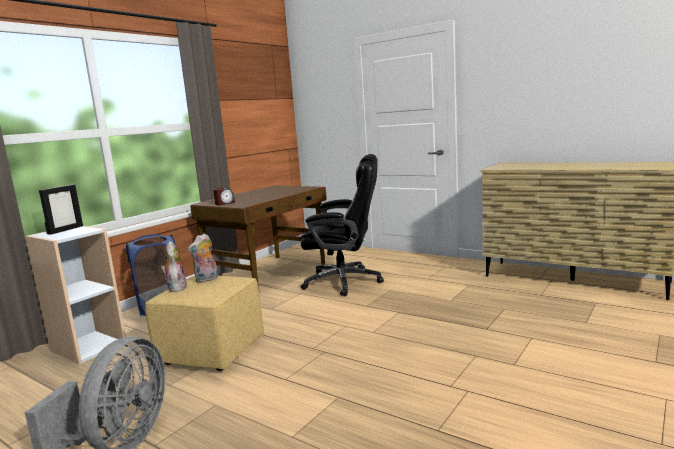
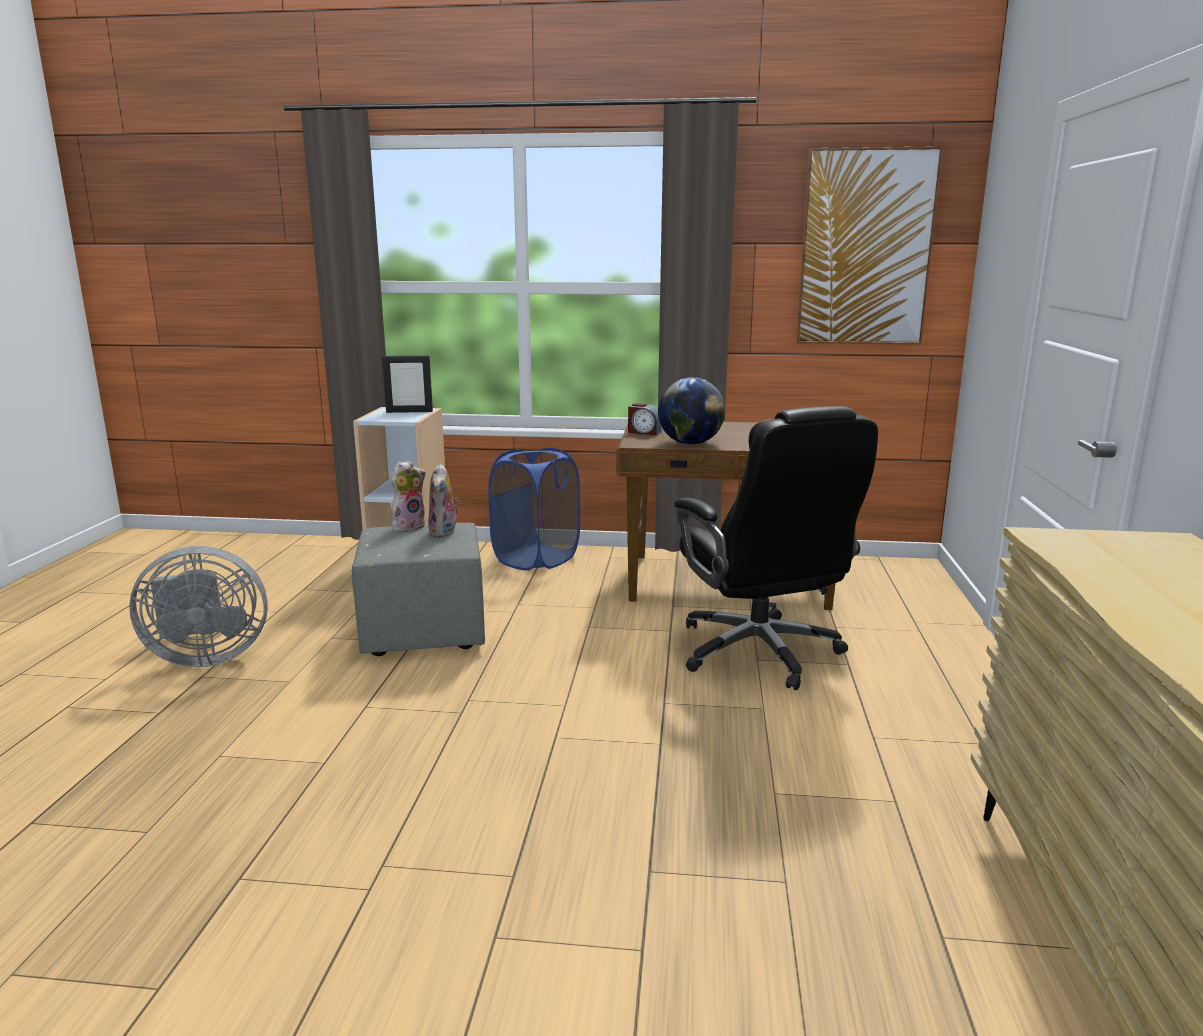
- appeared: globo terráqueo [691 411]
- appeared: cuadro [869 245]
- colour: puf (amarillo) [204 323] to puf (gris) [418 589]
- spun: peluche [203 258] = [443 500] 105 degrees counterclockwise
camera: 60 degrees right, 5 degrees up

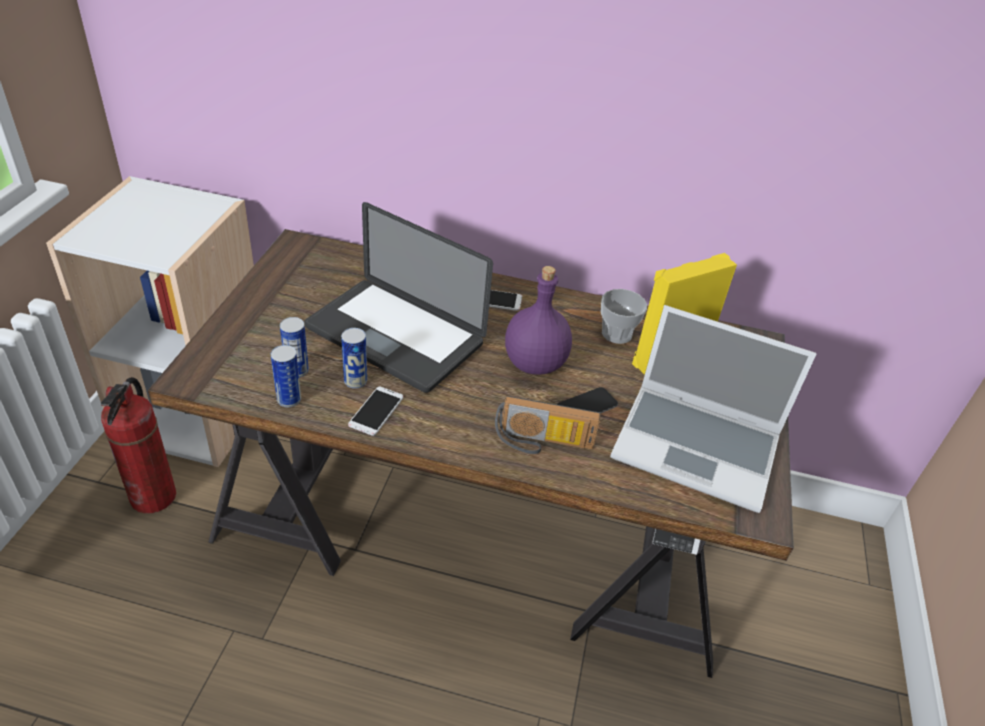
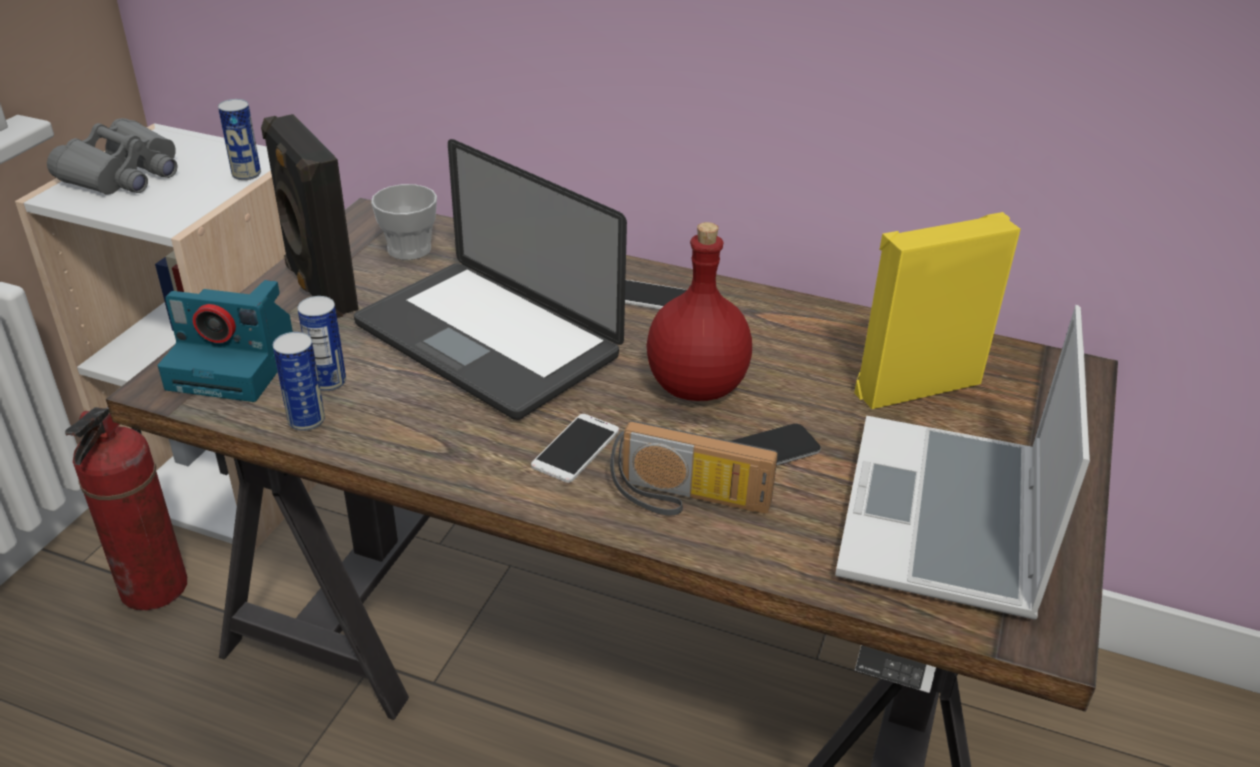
- appeared: prismáticos (gris) [112 156]
- appeared: cámara [225 341]
- appeared: altavoz (negro) [310 216]
- relocated: lata [354 358] to [239 139]
- relocated: móvil [375 411] to [575 448]
- relocated: taza [624 316] to [404 222]
- colour: botella (morado) [538 320] to botella (rojo) [699 311]
- spun: portátil [713 409] = [962 462] 75 degrees clockwise
camera: 10 degrees right, 5 degrees down

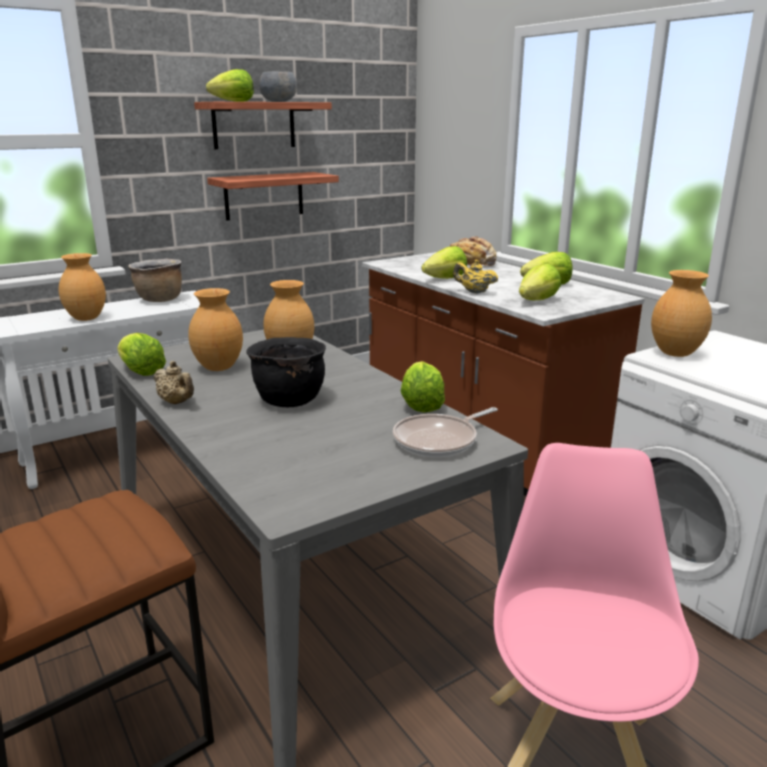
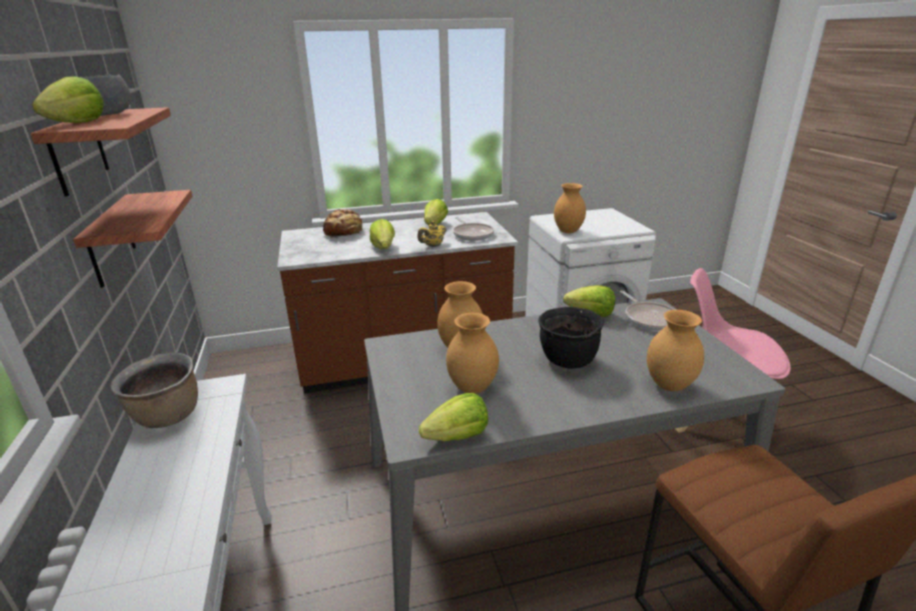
- missing: tetera (beis) [173 382]
- relocated: florero (marrón) [82 287] to [675 350]
- exchanged: lechuga [540 281] to sartén [473 229]
camera: 70 degrees left, 5 degrees up

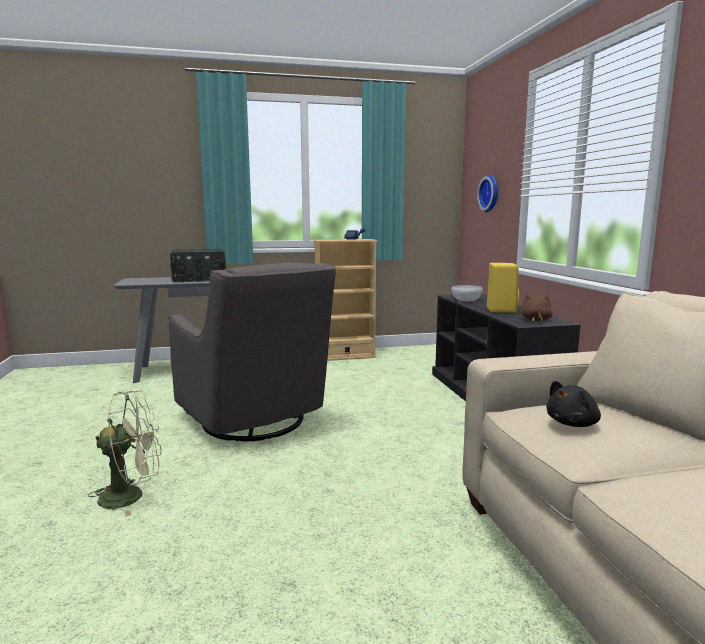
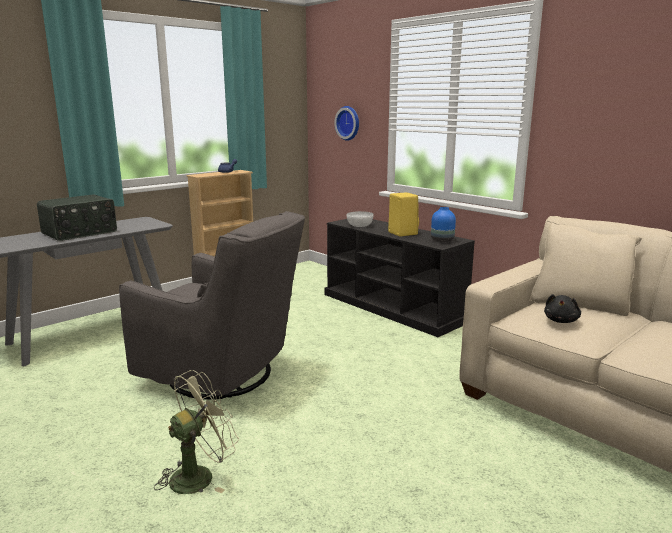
- exchanged: peluche (marrón) [537 308] to florero (azul) [443 224]
camera: 30 degrees left, 5 degrees up

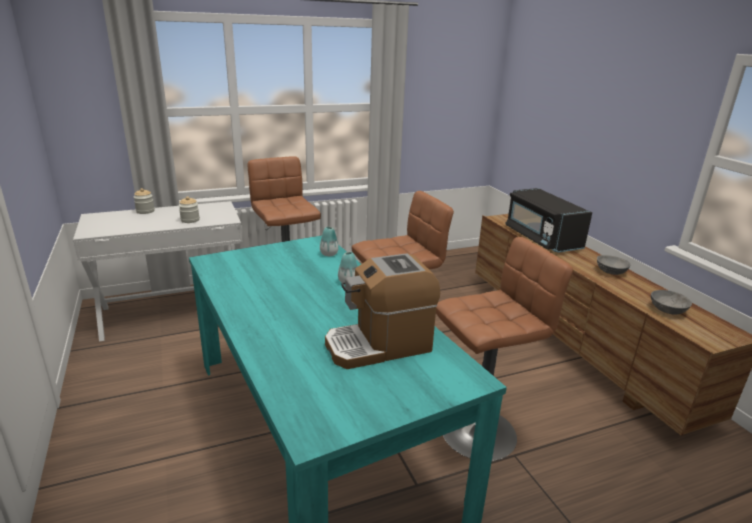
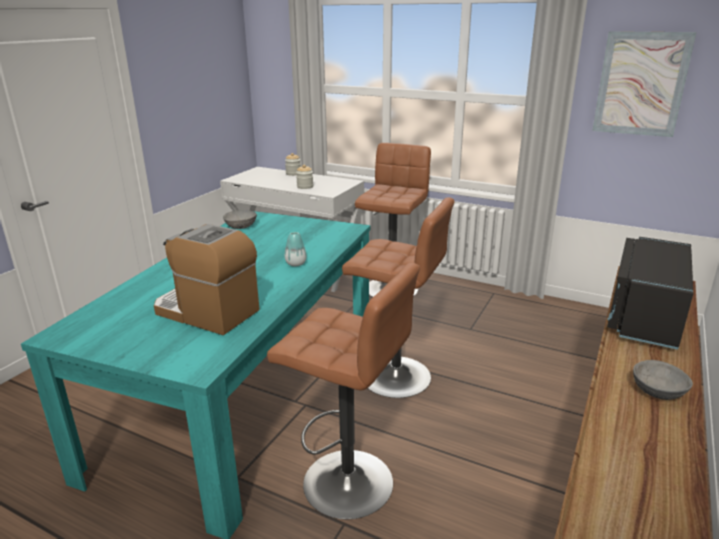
- missing: florero [329 241]
- appeared: cuadro [644 84]
- relocated: cuenco (gris) [671 302] to [240 219]
camera: 50 degrees right, 0 degrees up

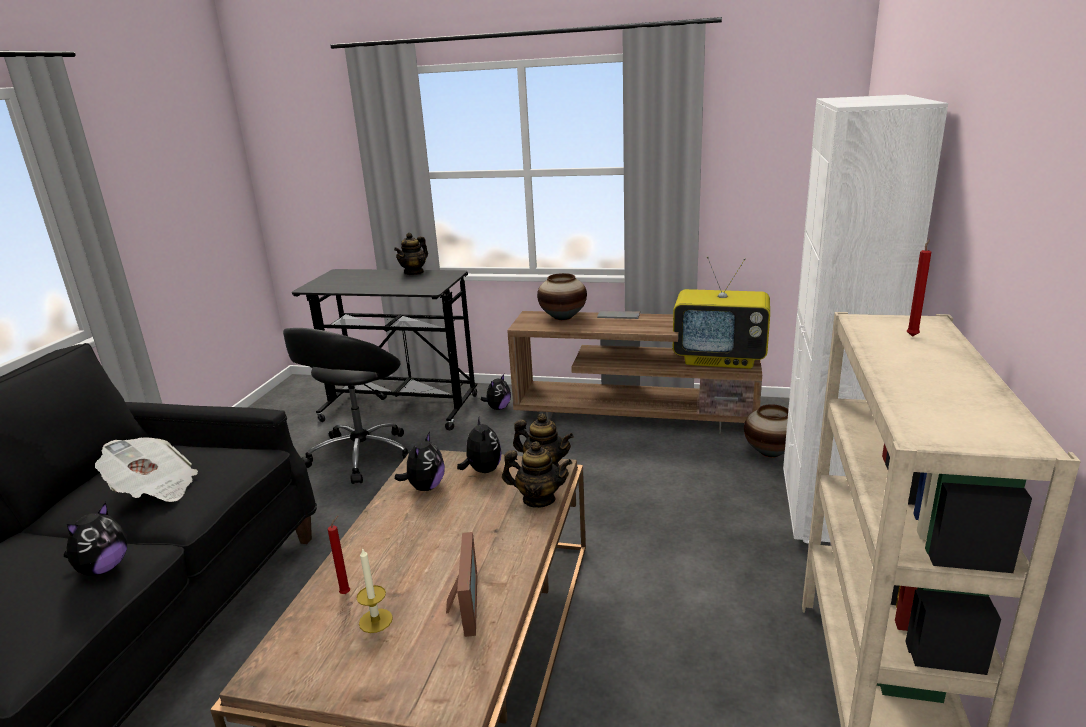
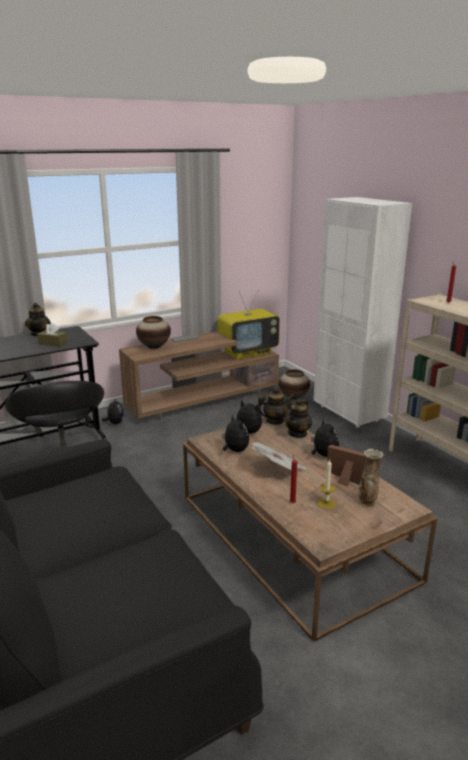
- appeared: caja de pañuelos (marrón) [52 335]
- appeared: florero [371 478]
- relocated: peluche [95 539] to [325 437]
- relocated: periódico [146 469] to [279 456]
- spun: tetera [537 474] = [298 418] 150 degrees clockwise
camera: 45 degrees left, 0 degrees up

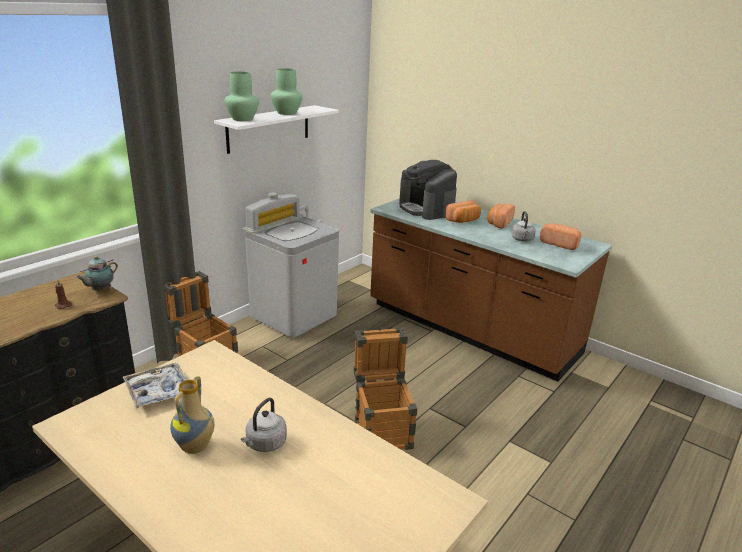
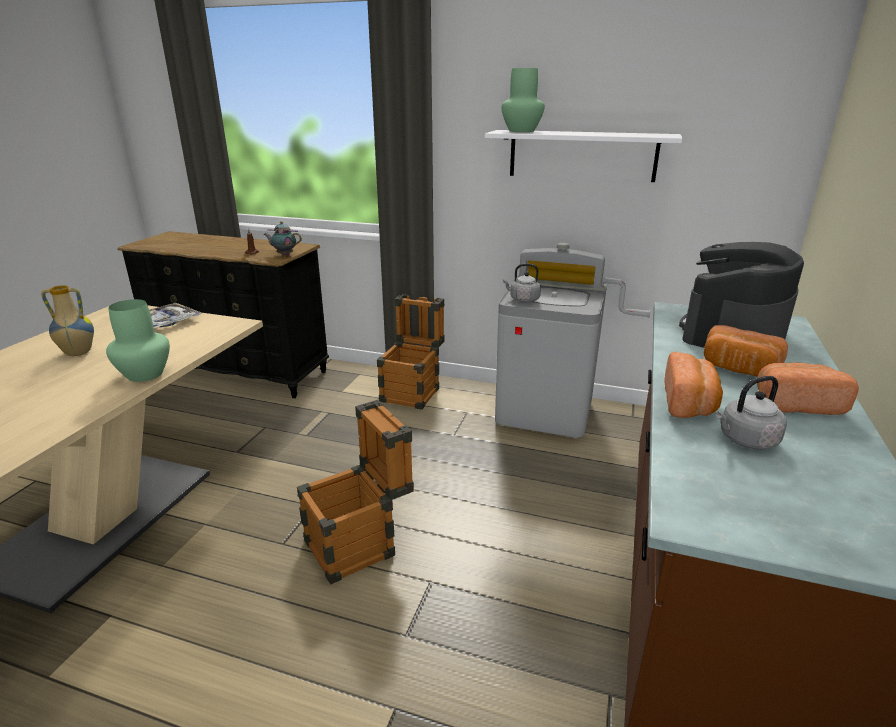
- relocated: hervidor (gris) [264 425] to [522 283]
- relocated: florero (verde) [287 91] to [138 340]
- relocated: pan [560 236] to [694 385]
camera: 70 degrees right, 0 degrees up

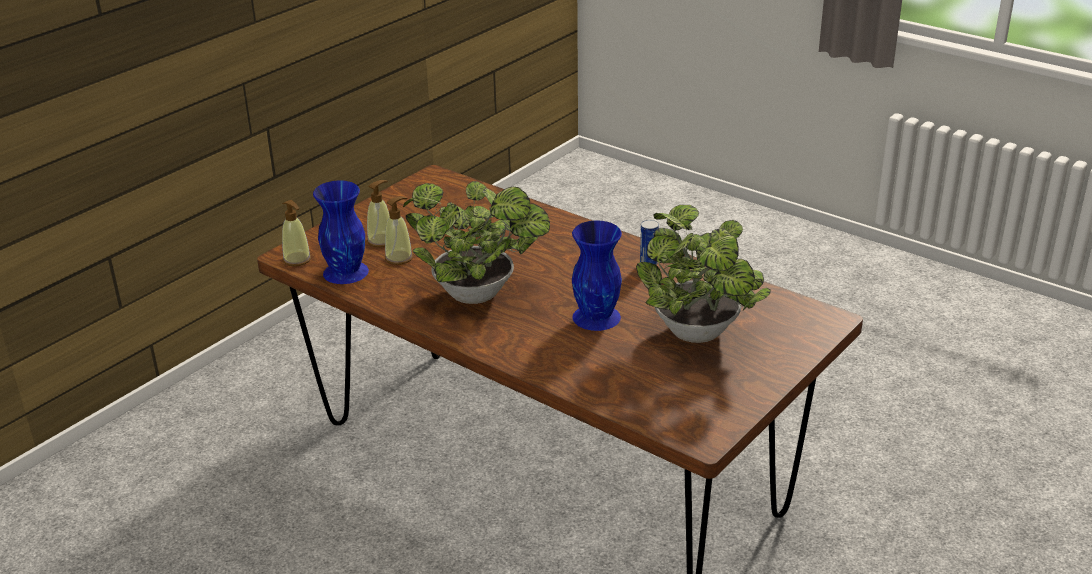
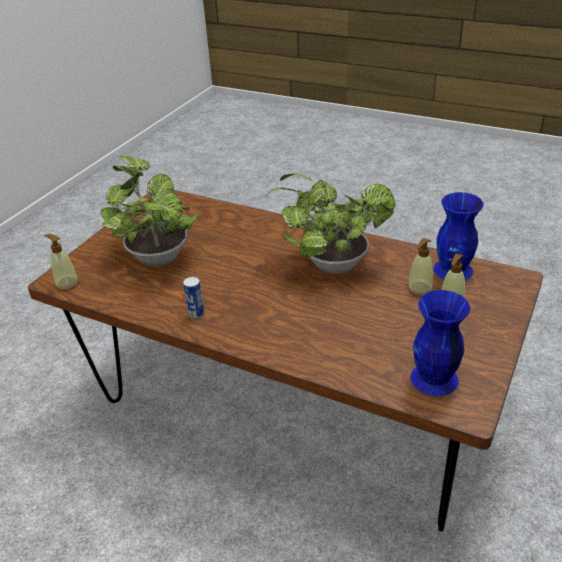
- relocated: dispensador de jabón [296 233] to [61 262]
- relocated: florero (azul) [597 276] to [440 343]
camera: 170 degrees right, 5 degrees up

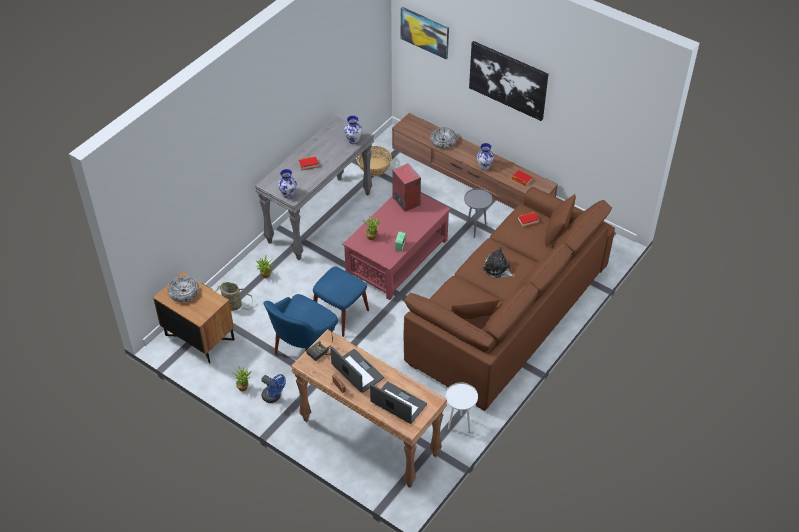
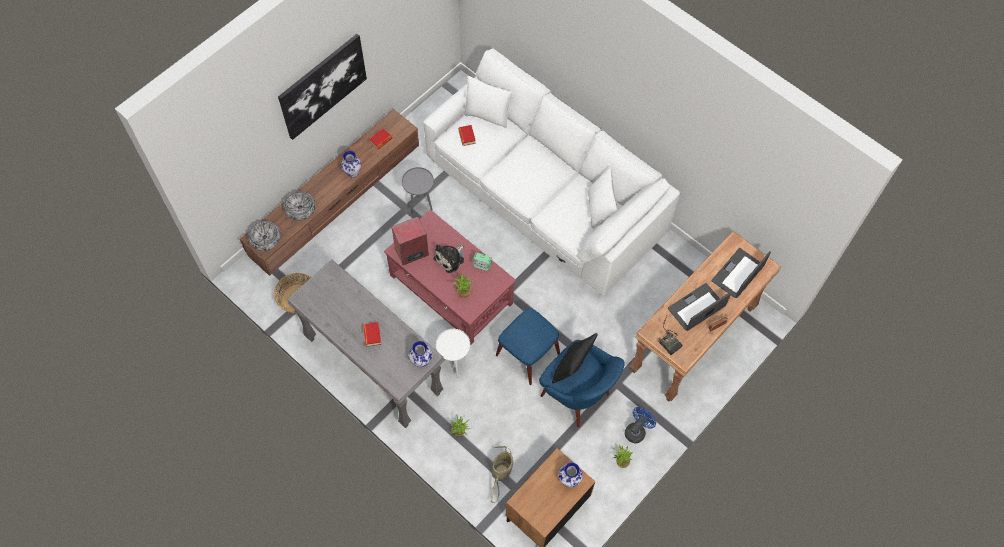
- missing: cuadro [424 33]
- appeared: cojín (negro) [575 358]
- relocated: cuenco [183 289] to [264 236]
- relocated: florero [353 130] to [571 475]
- relocated: mesa auxiliar (blanco) [461 408] to [453 353]
- relocated: peluche [498 262] to [449 258]
- colour: sofá (marrón) [509 299] to sofá (blanco) [551 171]
camera: 85 degrees left, 15 degrees up

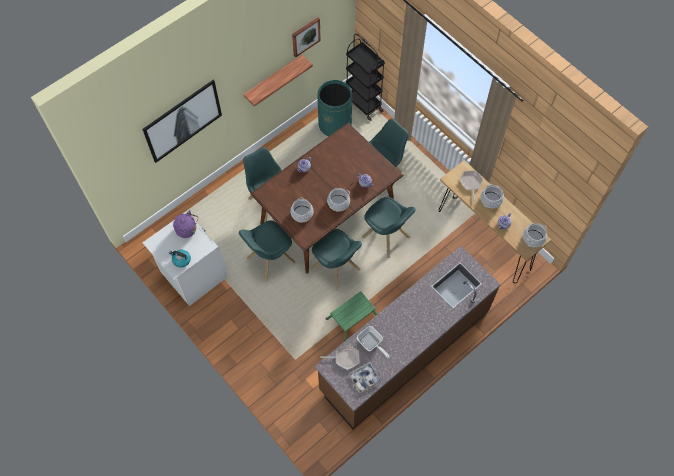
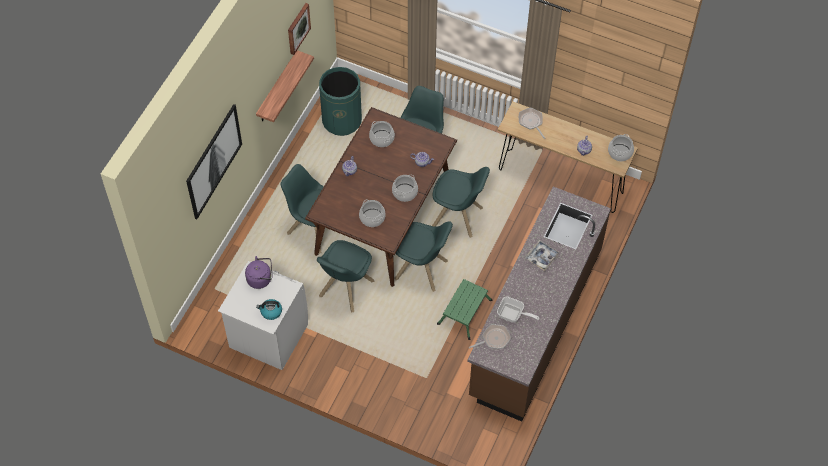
- missing: carrito (negro) [365 77]
- relocated: bandeja [365 378] to [542 255]
- relocated: olla [492 195] to [382 134]
camera: 25 degrees left, 5 degrees down

